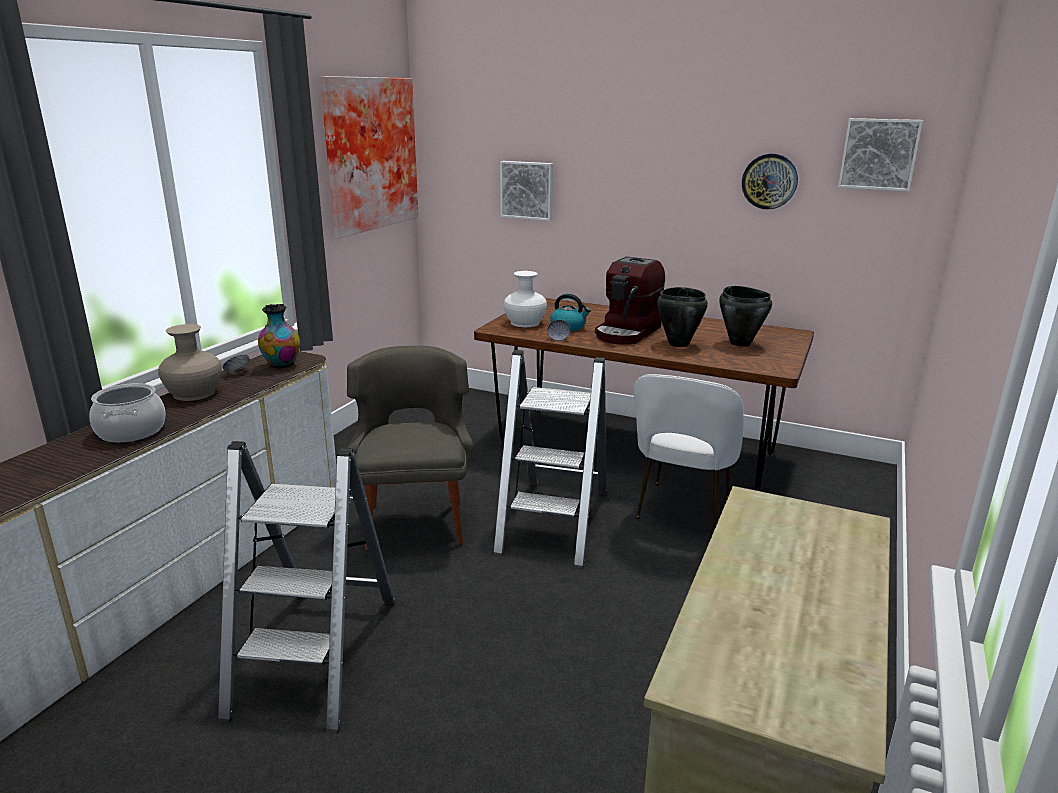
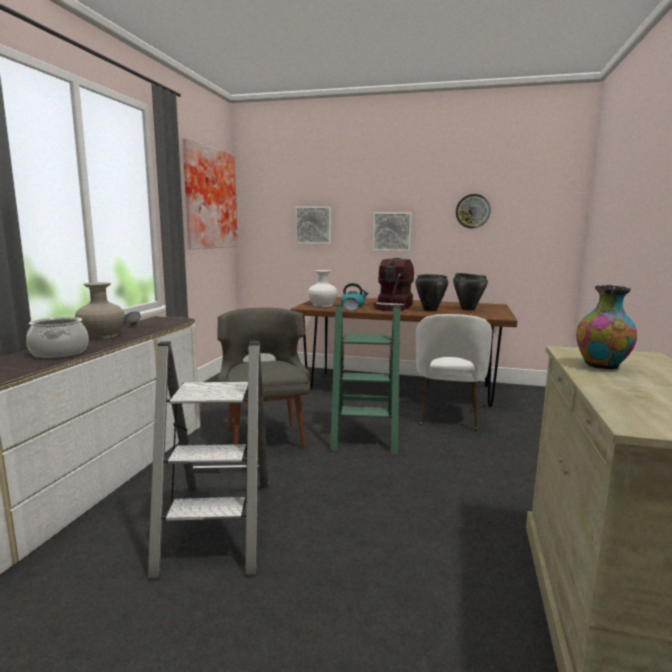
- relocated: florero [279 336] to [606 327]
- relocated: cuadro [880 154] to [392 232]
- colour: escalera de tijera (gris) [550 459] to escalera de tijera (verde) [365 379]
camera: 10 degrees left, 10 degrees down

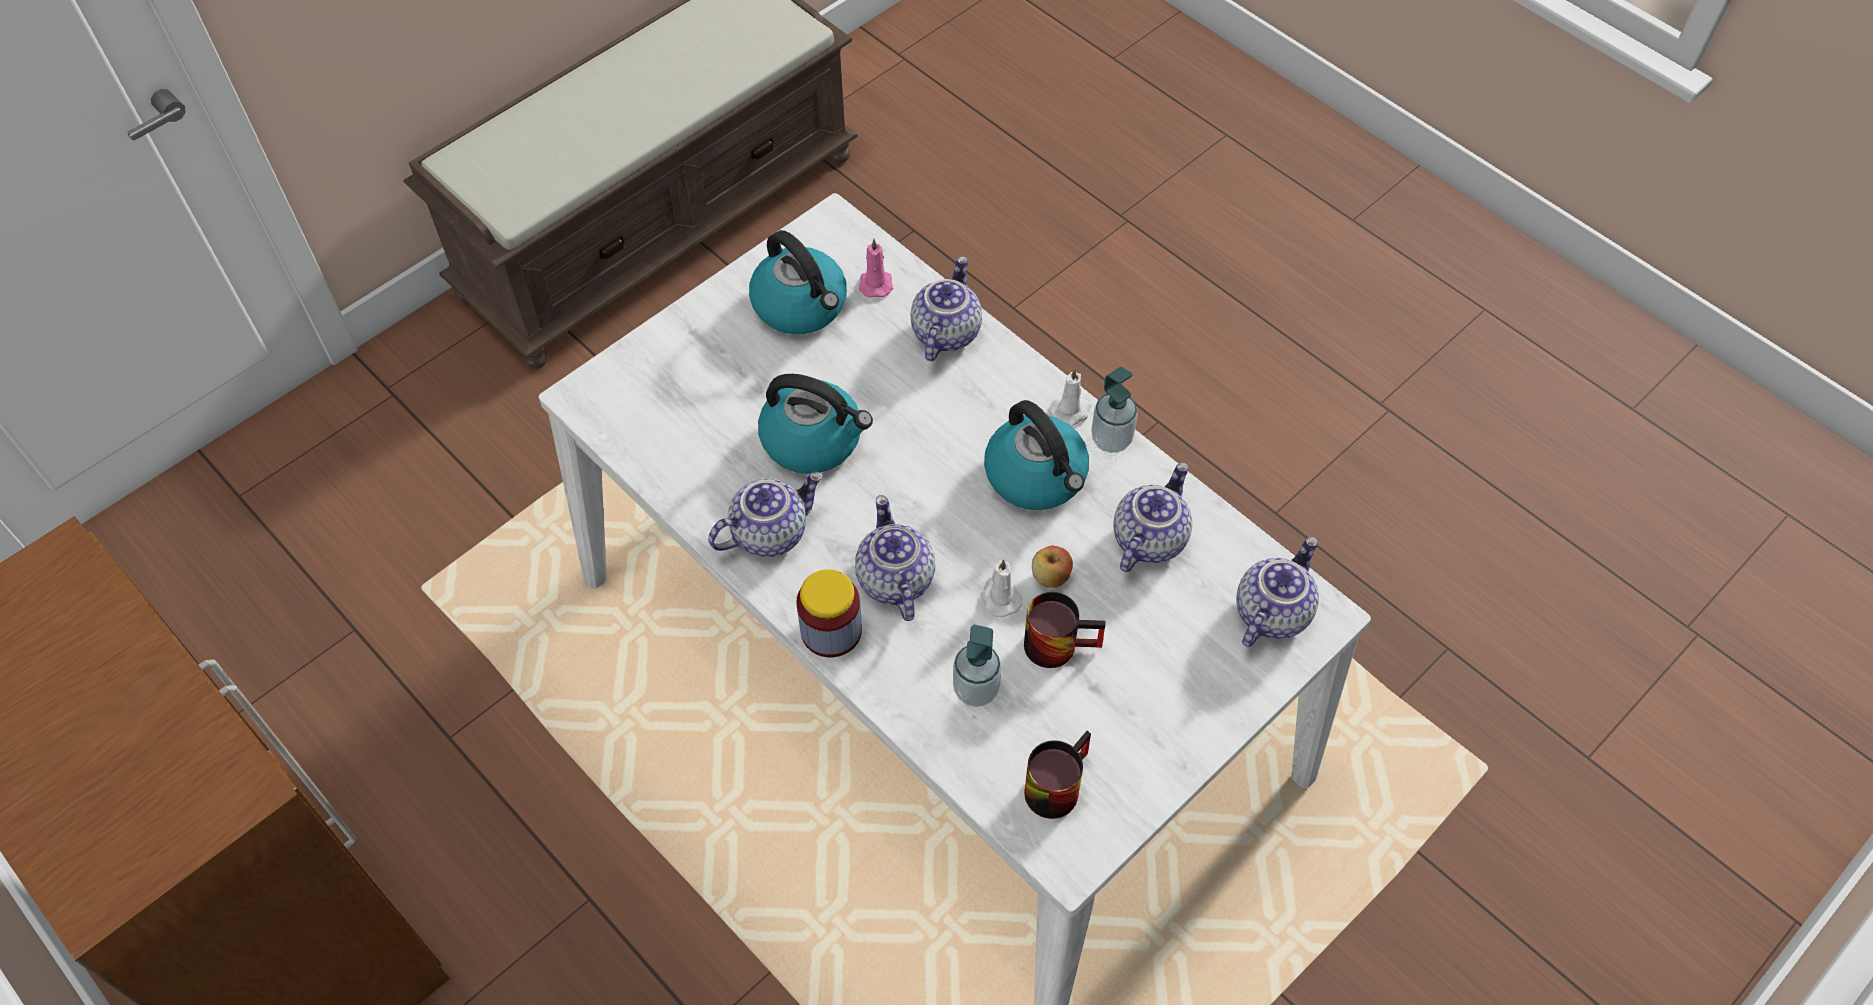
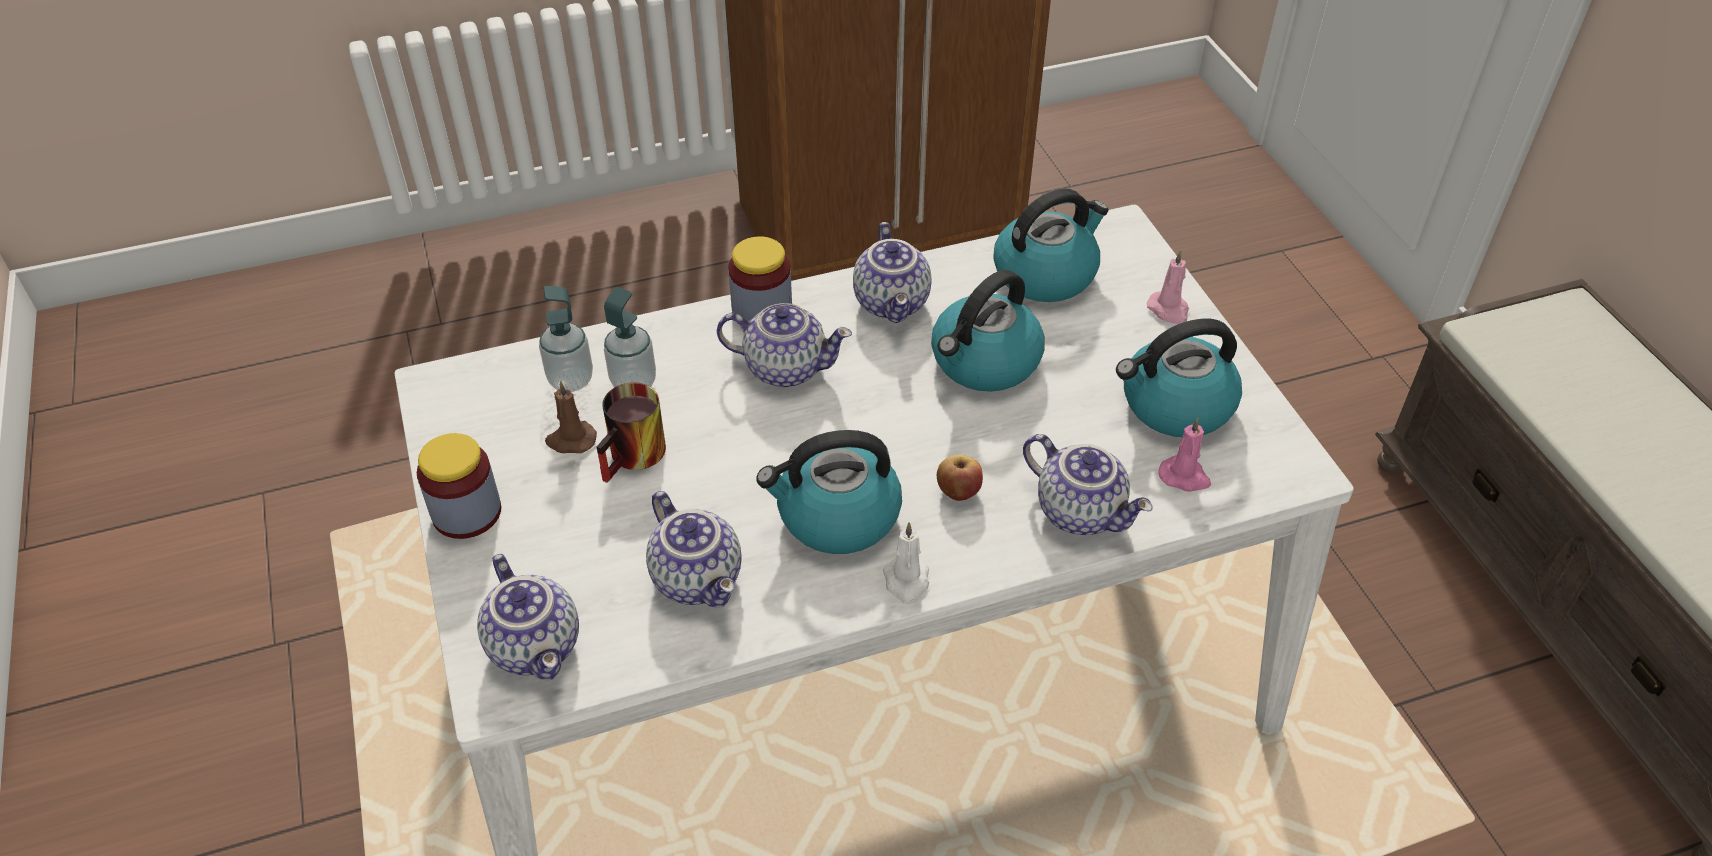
- missing: vela (blanco) [1002 588]
- missing: taza grande [1057 775]
- appeared: tarro [459 486]
- appeared: vela (marrón) [571 417]
- appeared: hervidor [1051 245]
- appeared: vela (rosa) [1168 287]
- relocated: manzana [1052 567] to [960 477]
- relocated: dispensador de jabón [1114 410] to [566 339]
camera: 115 degrees right, 10 degrees down

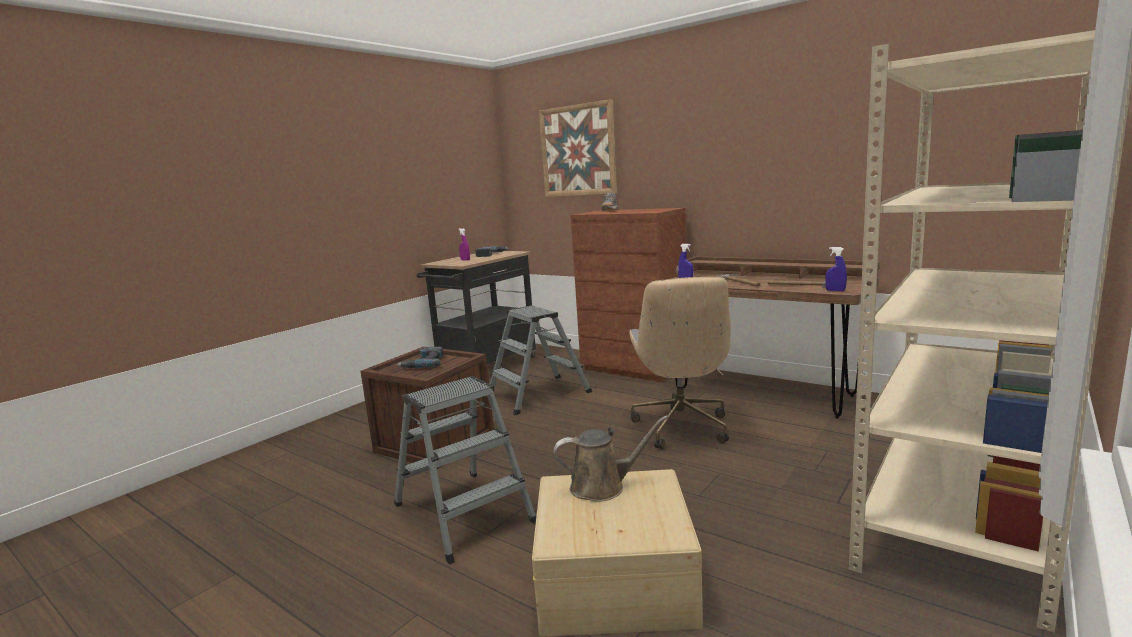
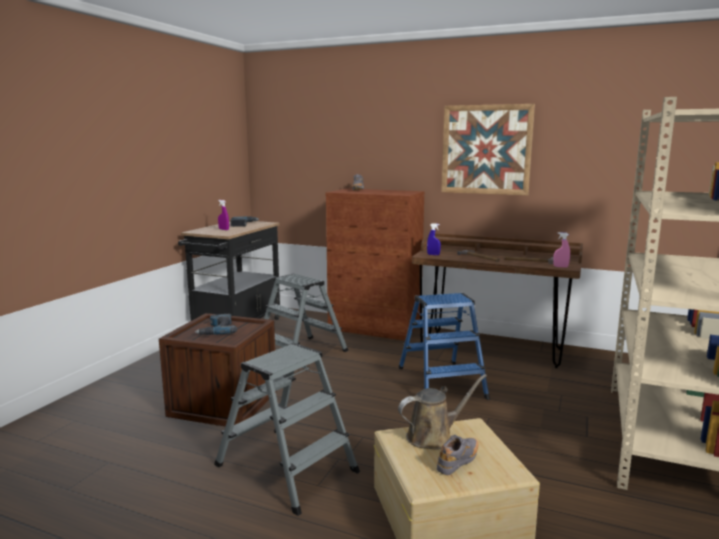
- appeared: zapato (gris) [457 455]
- relocated: cuadro [578 148] to [488 149]
- exchanged: silla de oficina (gris) [680 363] to escalera de tijera (azul) [444 346]
- colour: pulverizador (azul) [836 269] to pulverizador (rosa) [561 250]
camera: 15 degrees left, 0 degrees up

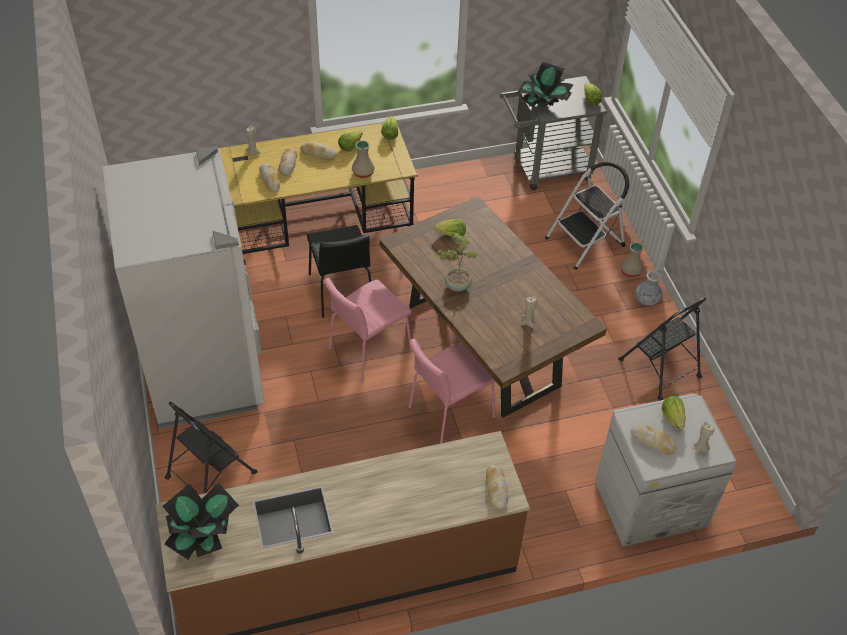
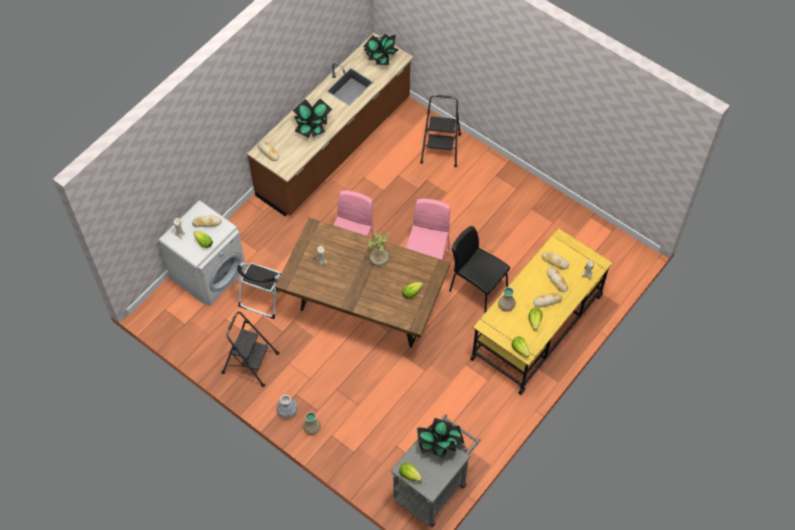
- missing: nevera (blanco) [184 287]
- appeared: planta en maceta [312 118]
- relocated: escalera de tijera [587 216] to [259 291]
camera: 145 degrees right, 10 degrees up

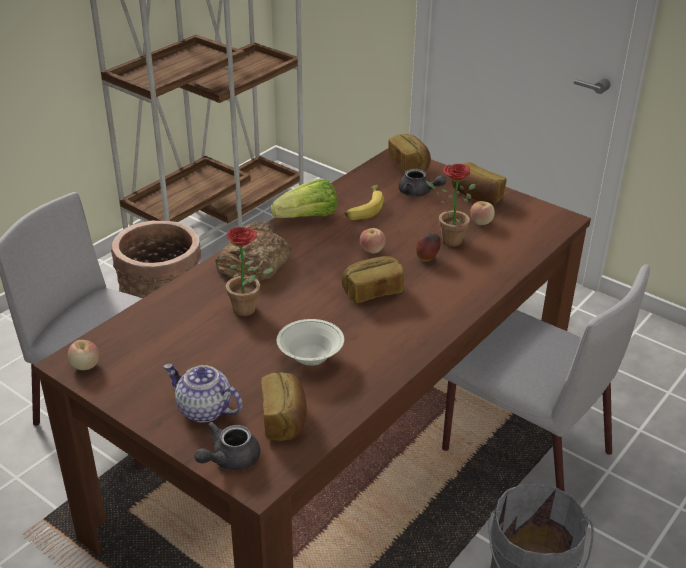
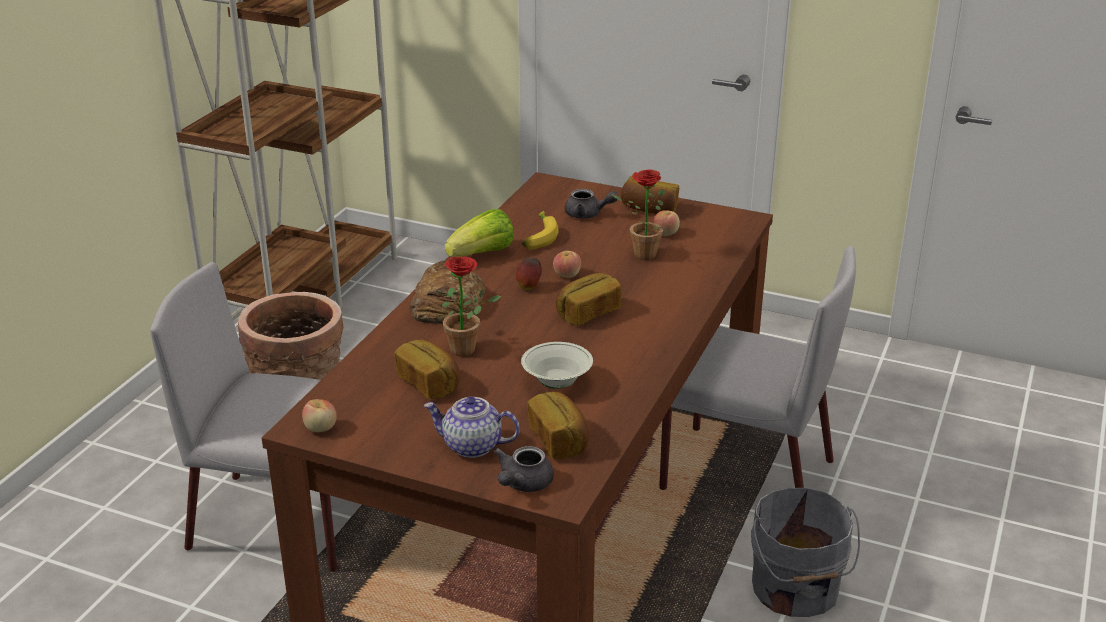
- relocated: pan [409 153] to [427 369]
- relocated: manzana [428 246] to [529 273]
camera: 15 degrees left, 5 degrees down

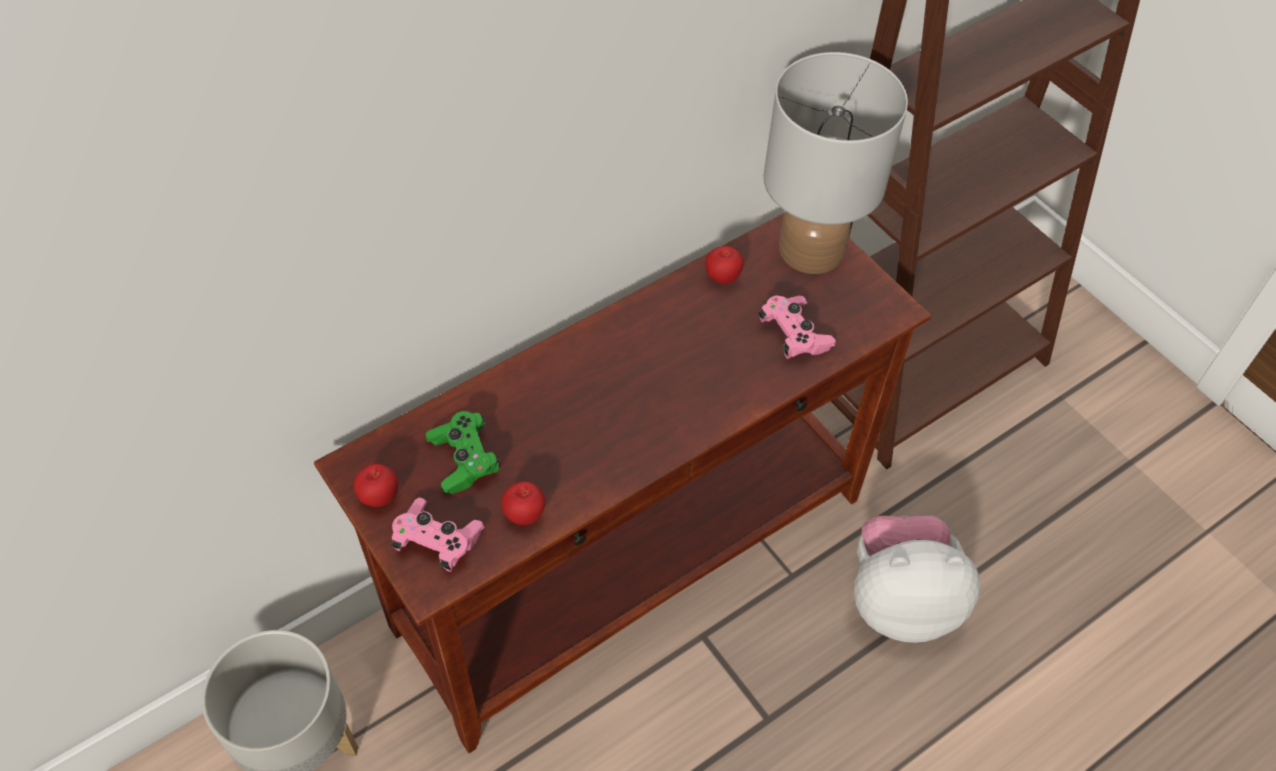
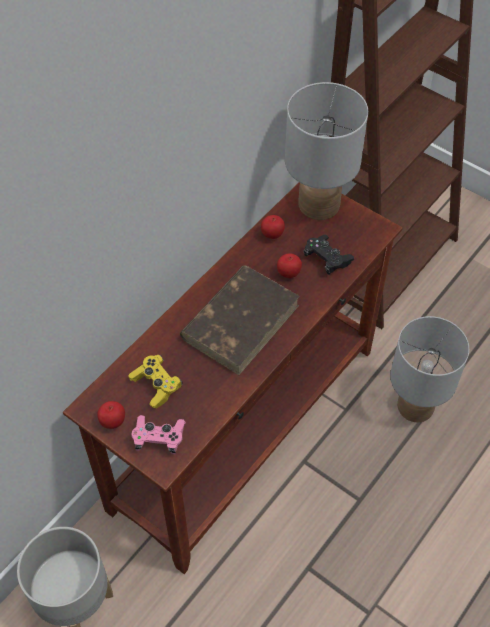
- appeared: libro (marrón) [240 320]
- relocated: manzana [523 503] to [289 265]
- exchanged: peluche [916 579] to lámpara de mesa (gris) [429 369]
- colour: mando de consola (verde) [463 452] to mando de consola (amarillo) [155 382]
- colour: mando de consola (rosa) [797 327] to mando de consola (negro) [328 255]
camera: 15 degrees left, 0 degrees up

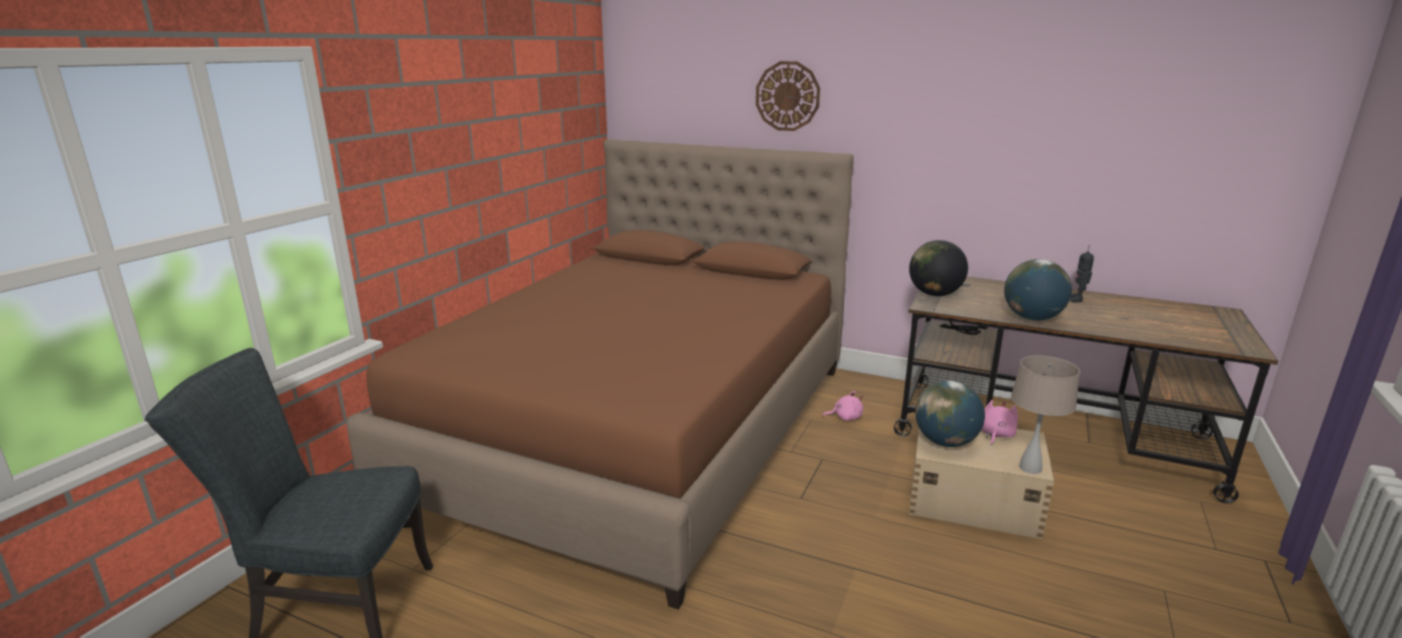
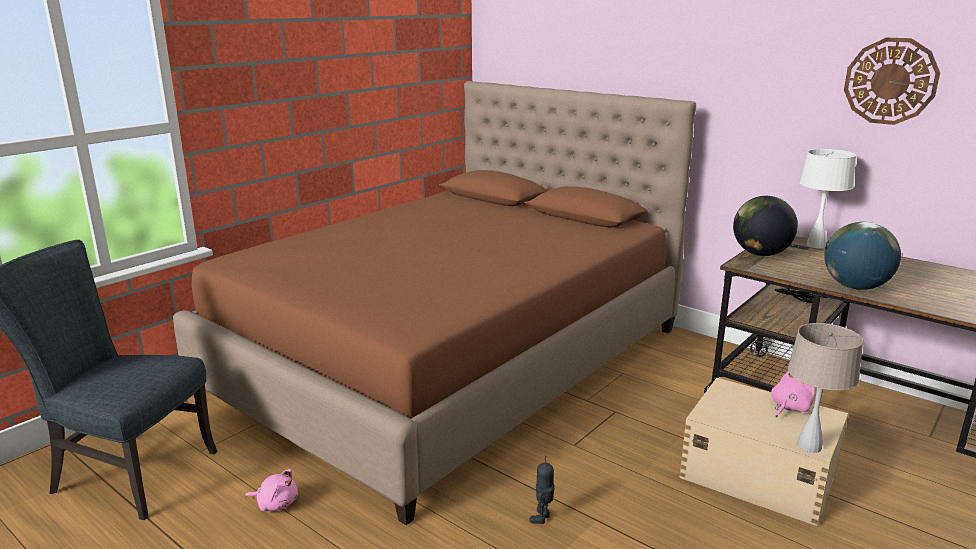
- missing: globo terráqueo [950 414]
- appeared: lámpara de mesa (blanco) [828 198]
- relocated: reloj de pared [788 96] to [892 81]
- relocated: peluche (rosa) [842 406] to [271 490]
- relocated: robot de juguete [1082 273] to [542 490]
camera: 15 degrees right, 0 degrees up

